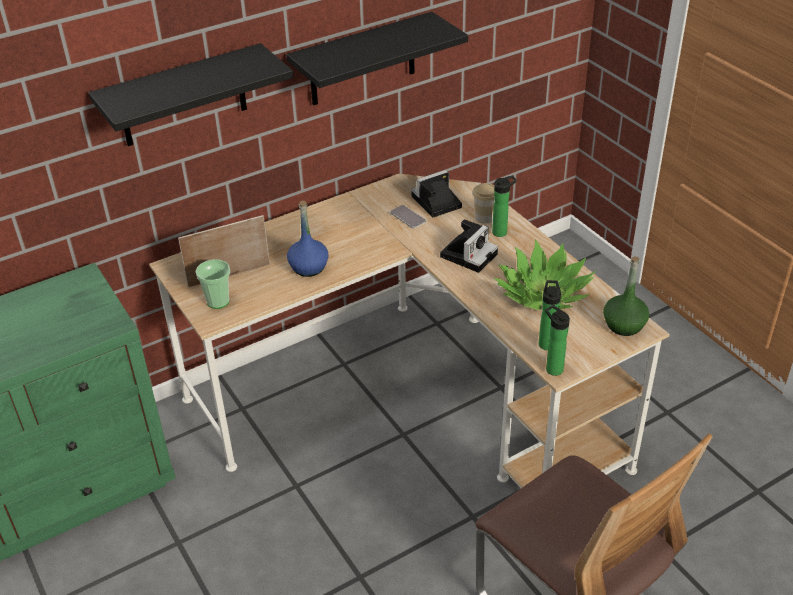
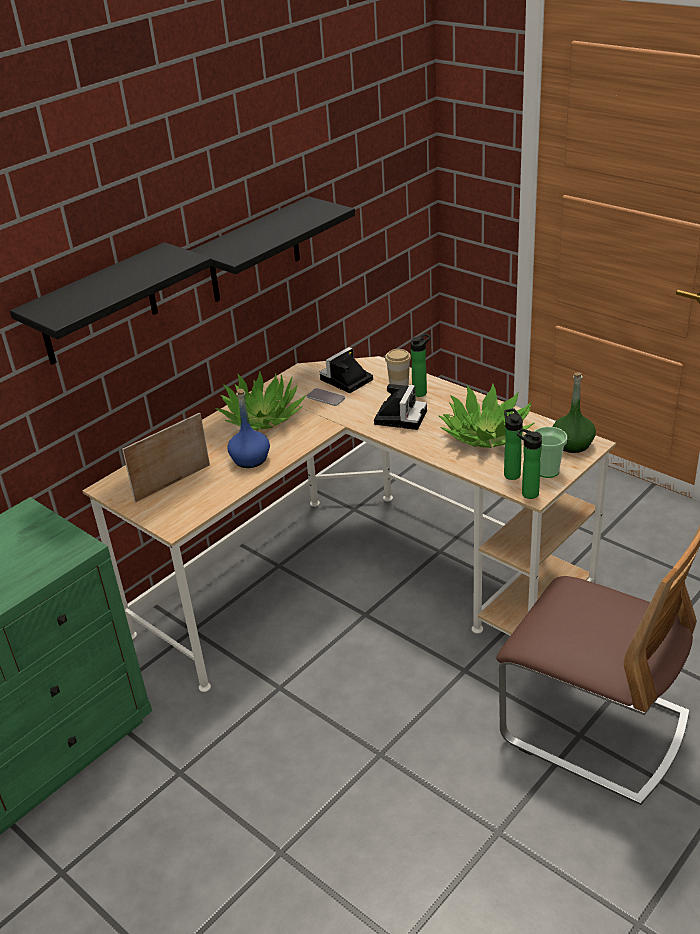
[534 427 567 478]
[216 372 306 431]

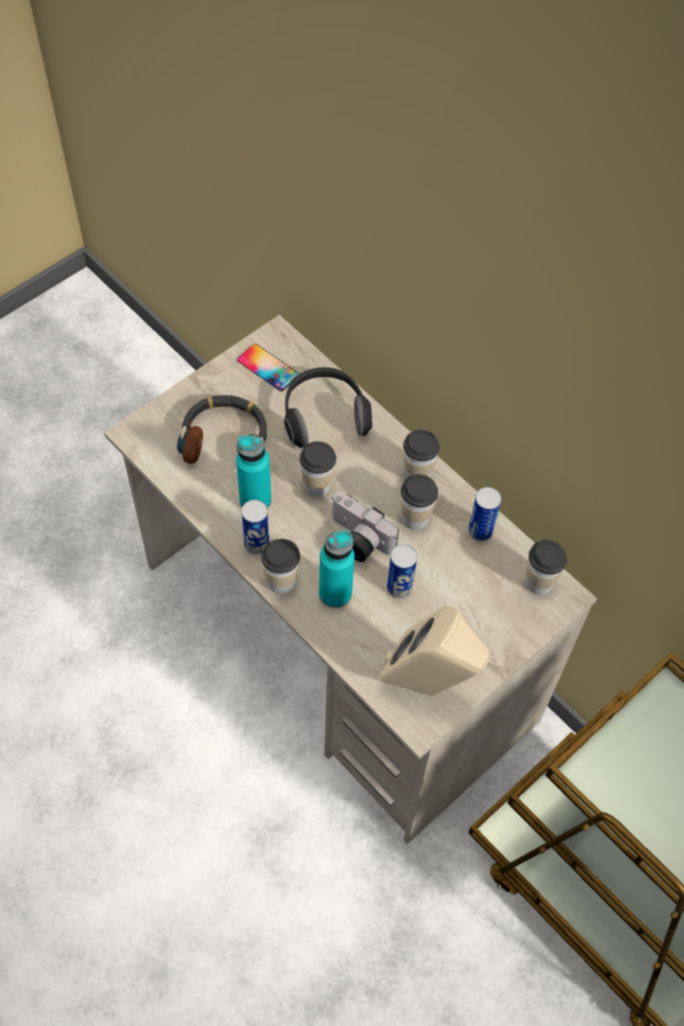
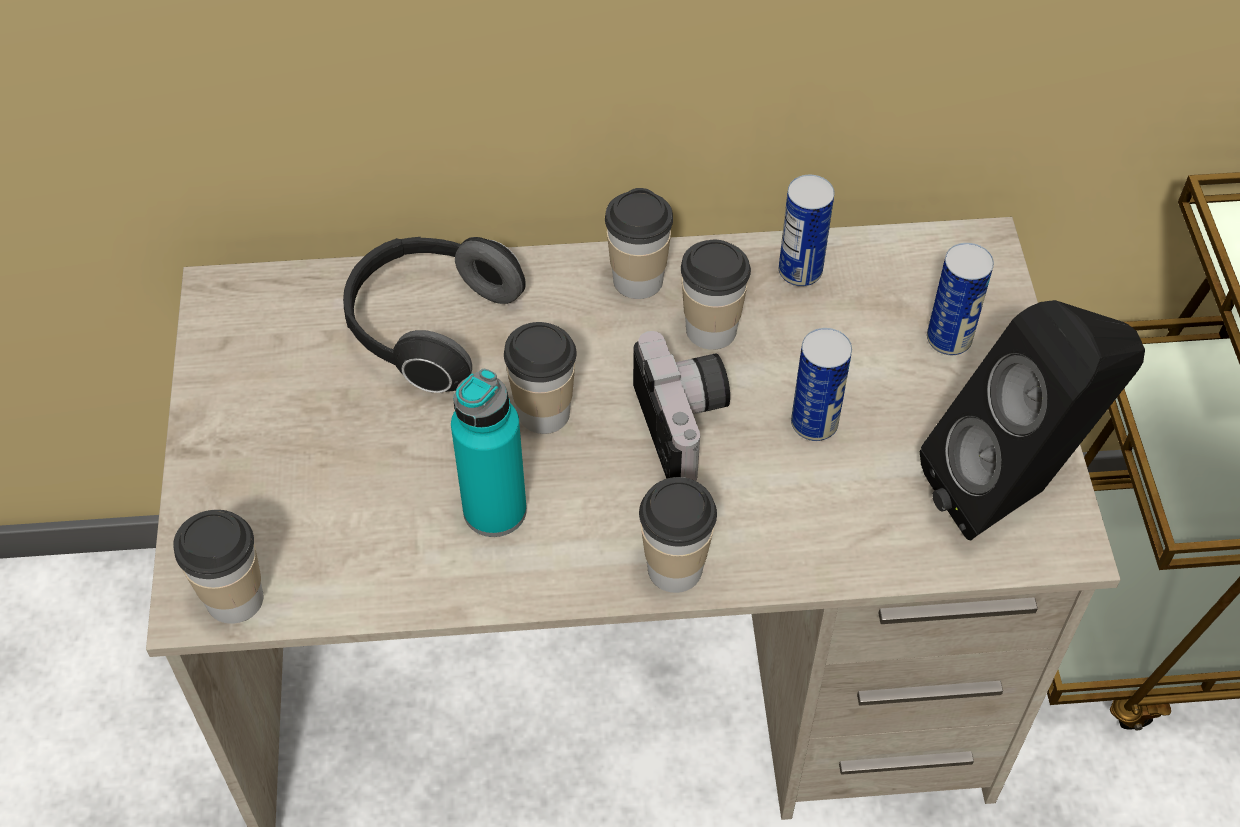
[177 395 267 464] (first image)
[237 344 299 391] (first image)
[927 243 994 355]
[319 530 355 608] (first image)
[633 331 730 481]
[920 300 1145 541]
[173 510 263 624]

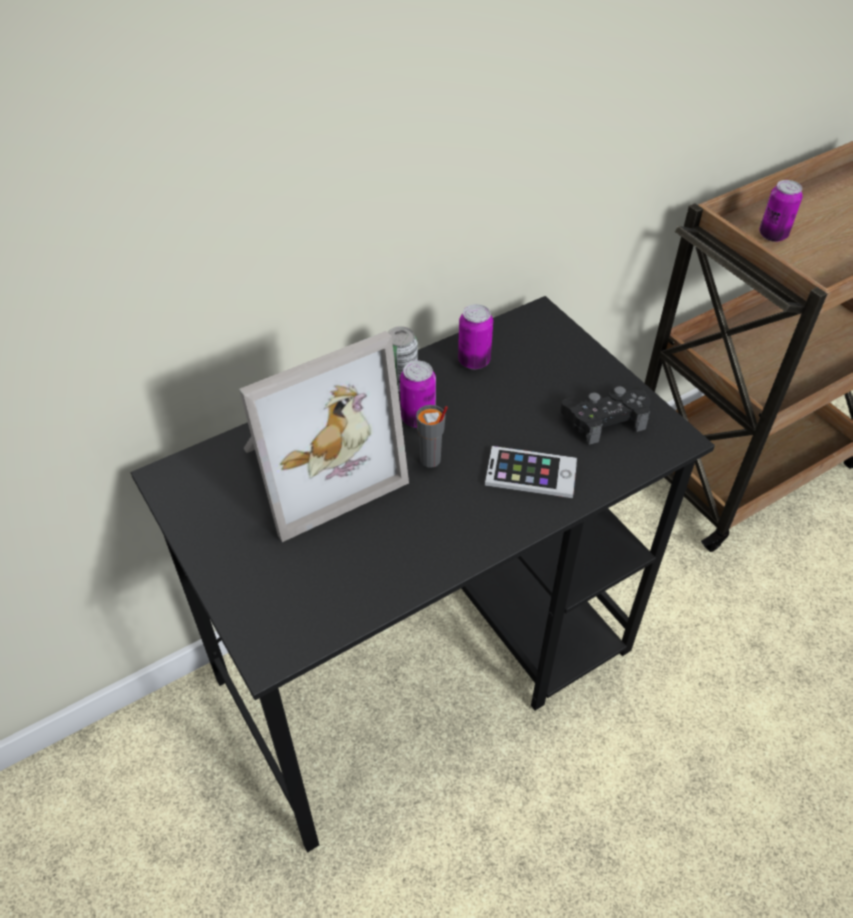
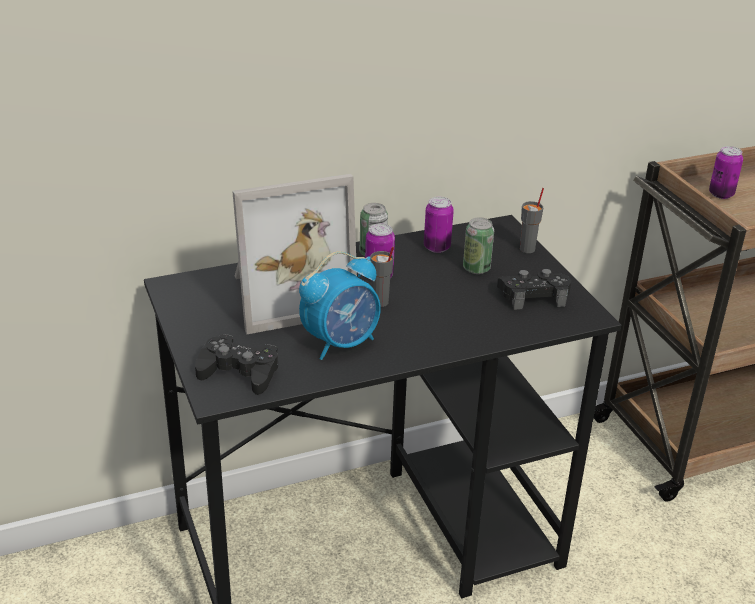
[485 446 577 498] (first image)
[195 334 278 395]
[299 251 381 360]
[463 217 494 274]
[520 188 544 253]

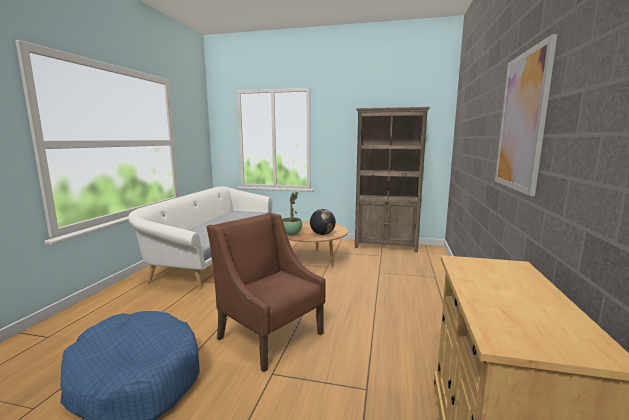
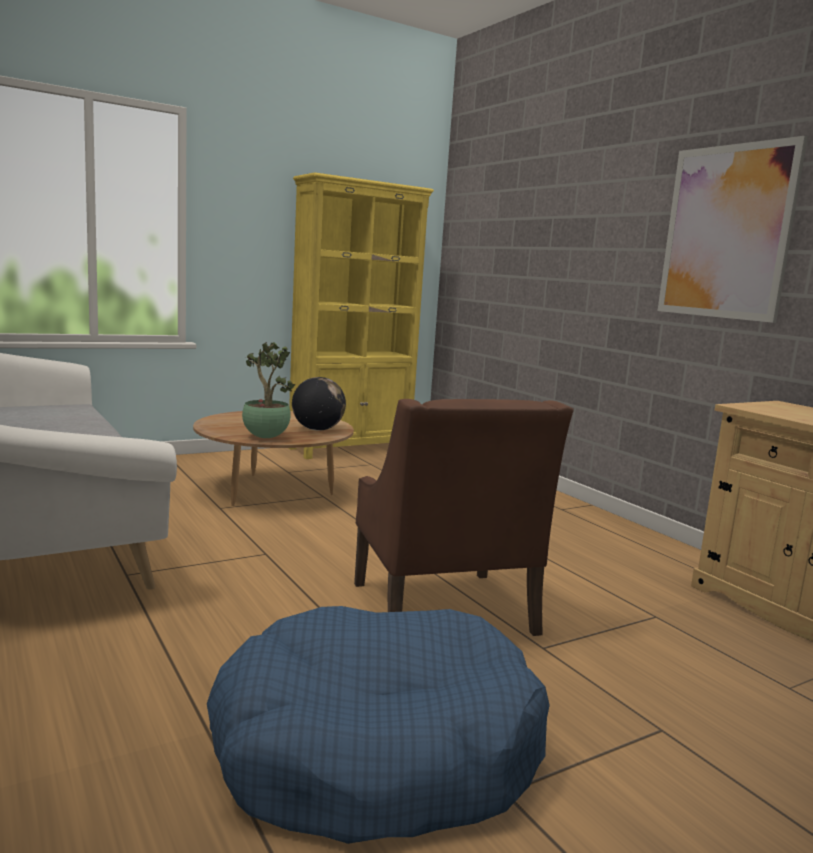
[354 399 574 636]
[289 173 434 459]

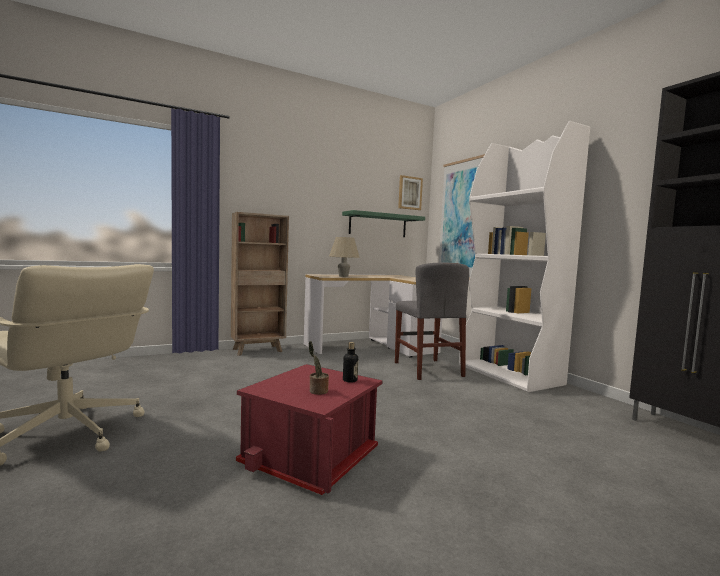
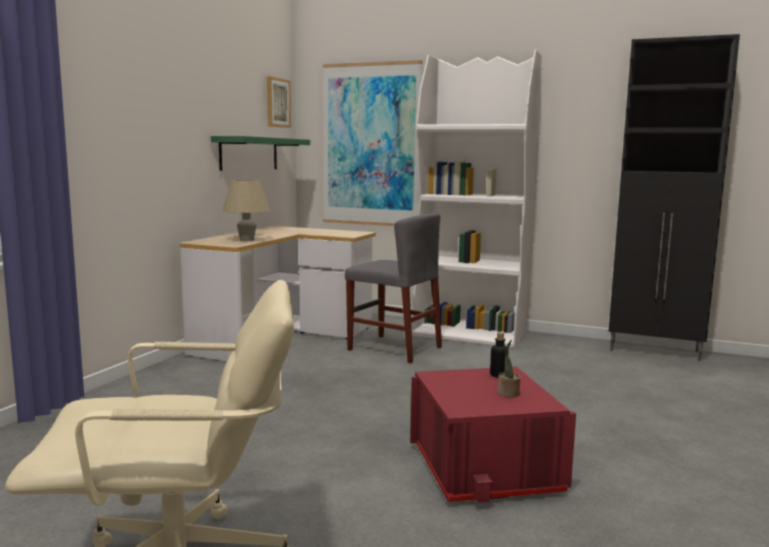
[231 212 289 356] (first image)

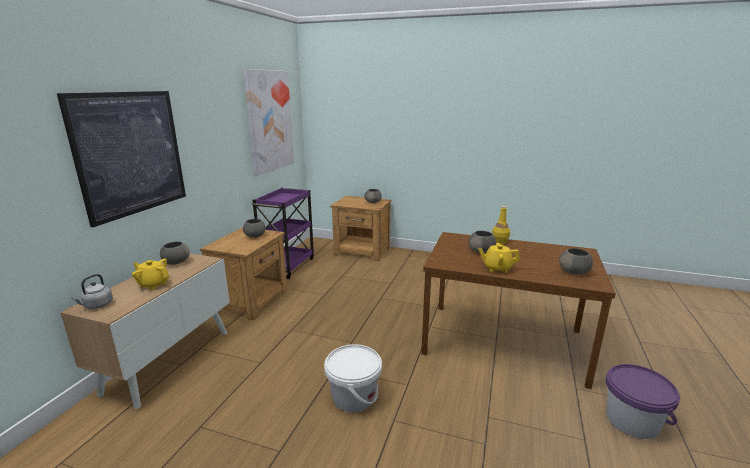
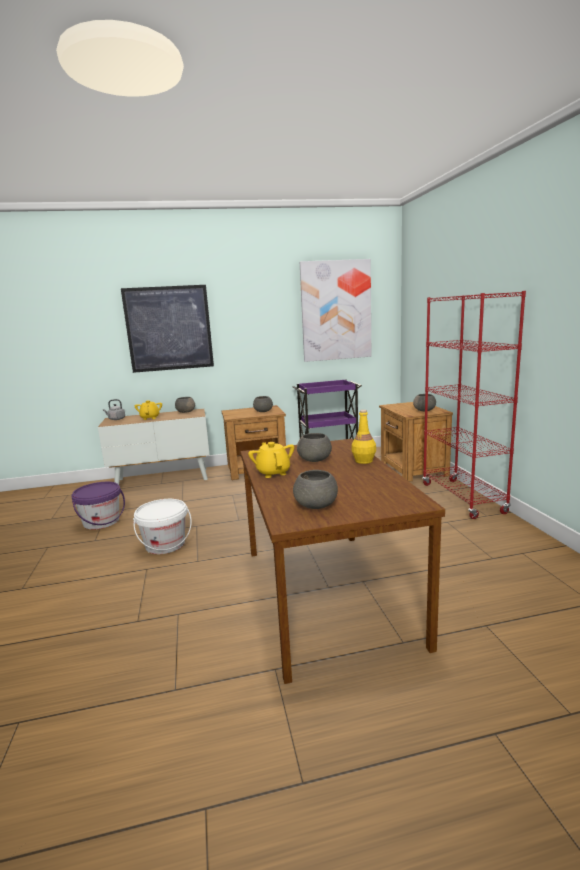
[71 482 125 530]
[422 291 526 519]

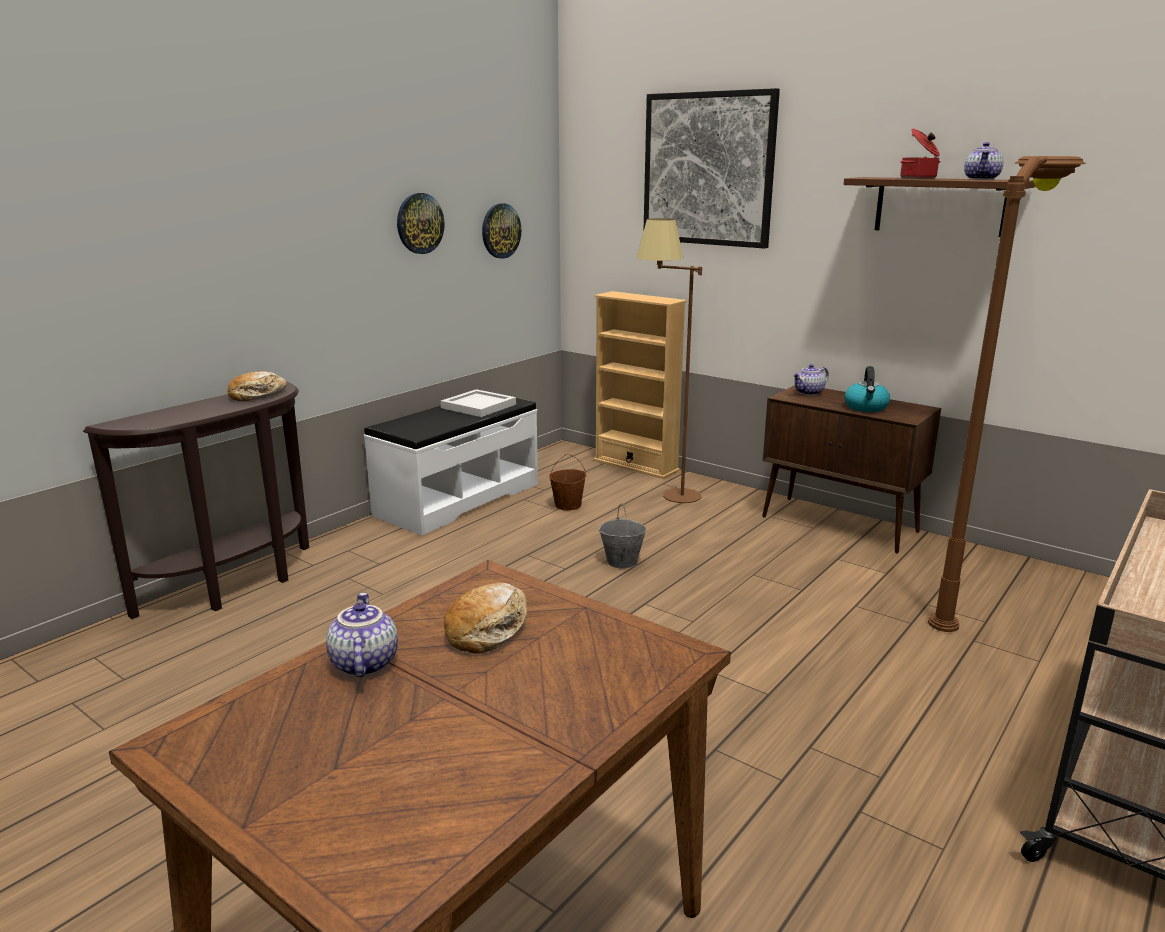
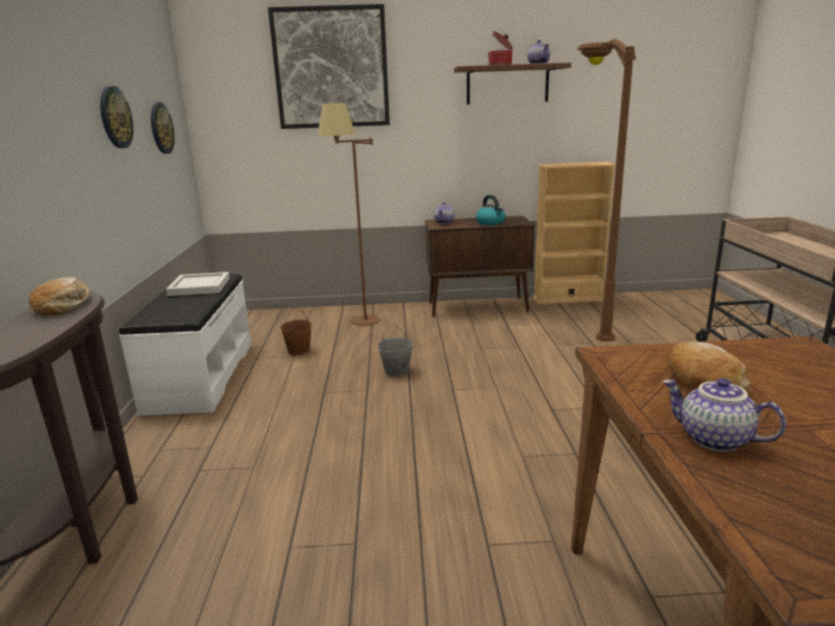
[533 162 616 304]

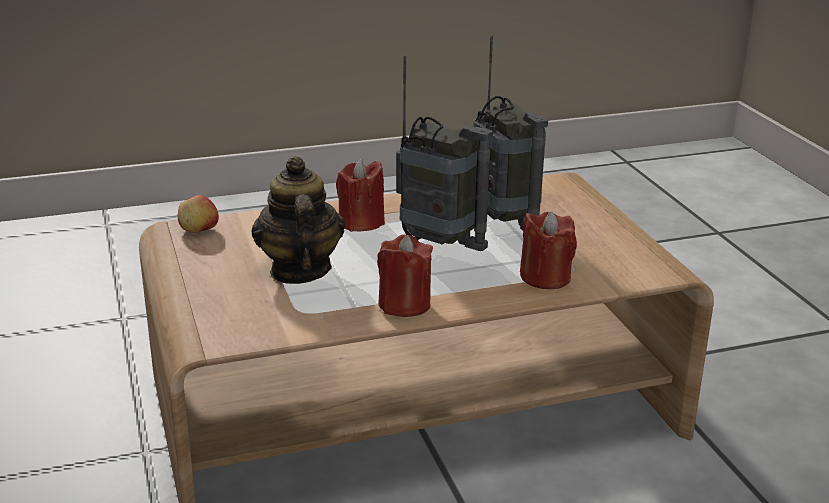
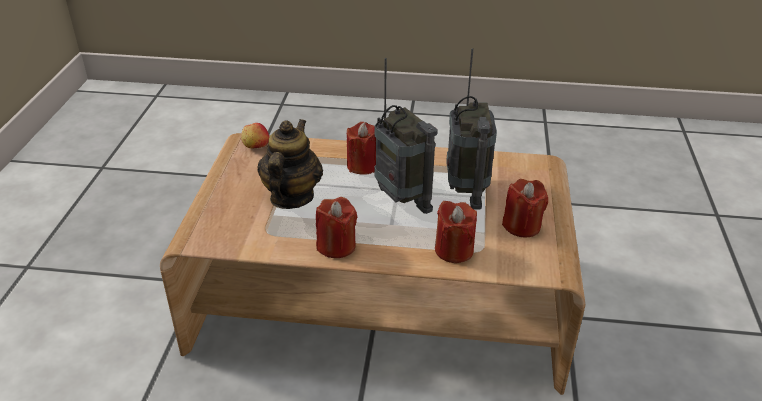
[502 179 548 238]

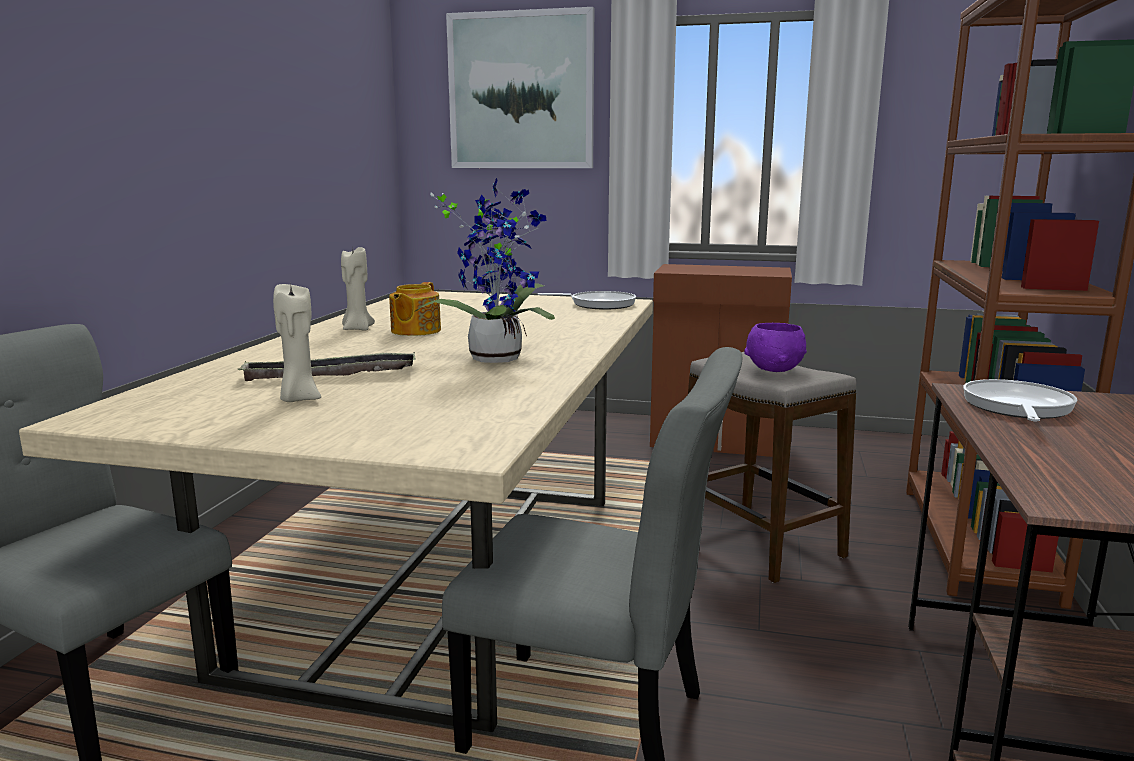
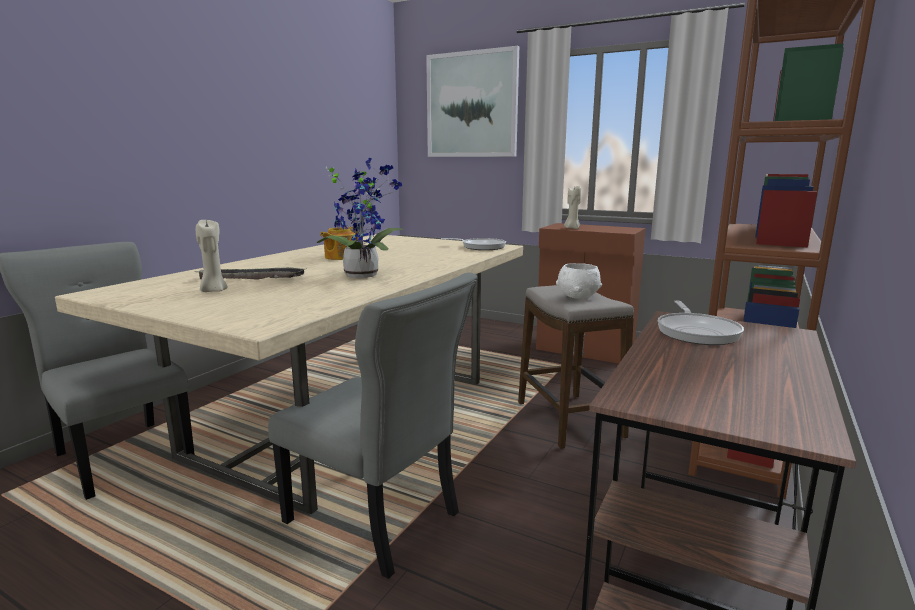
[564 186 581 229]
[556 263 602 299]
[658 300 744 345]

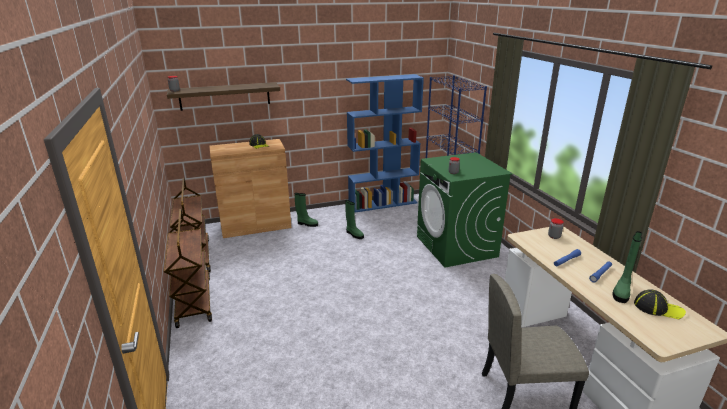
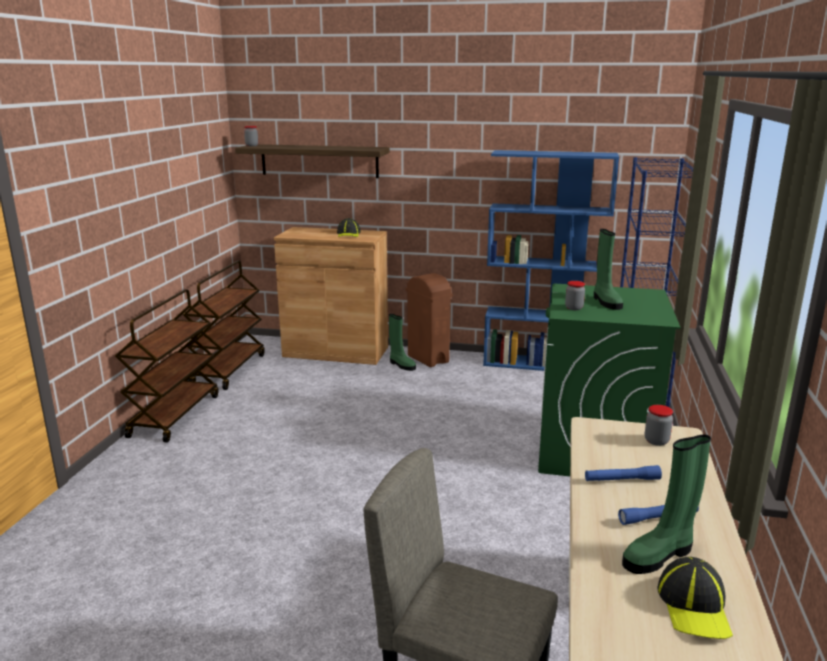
[594 229 623 310]
[657 557 733 639]
[405 273 453 367]

